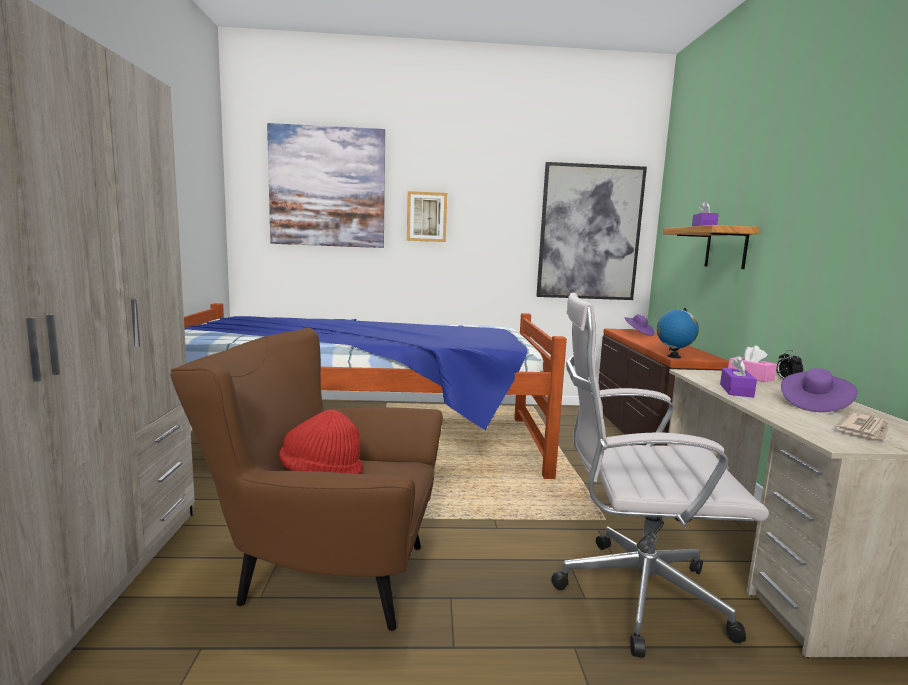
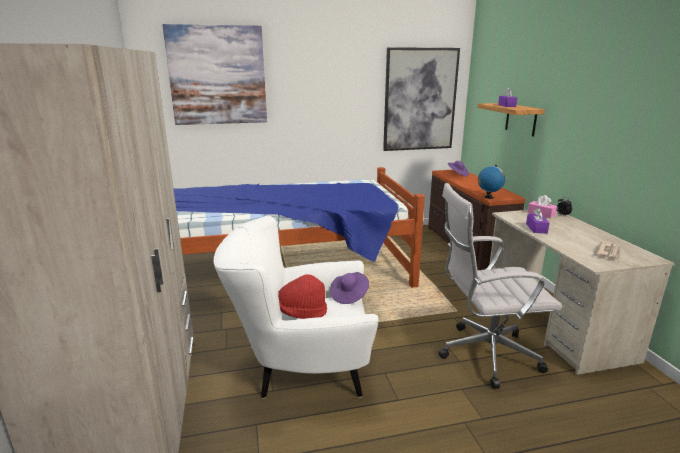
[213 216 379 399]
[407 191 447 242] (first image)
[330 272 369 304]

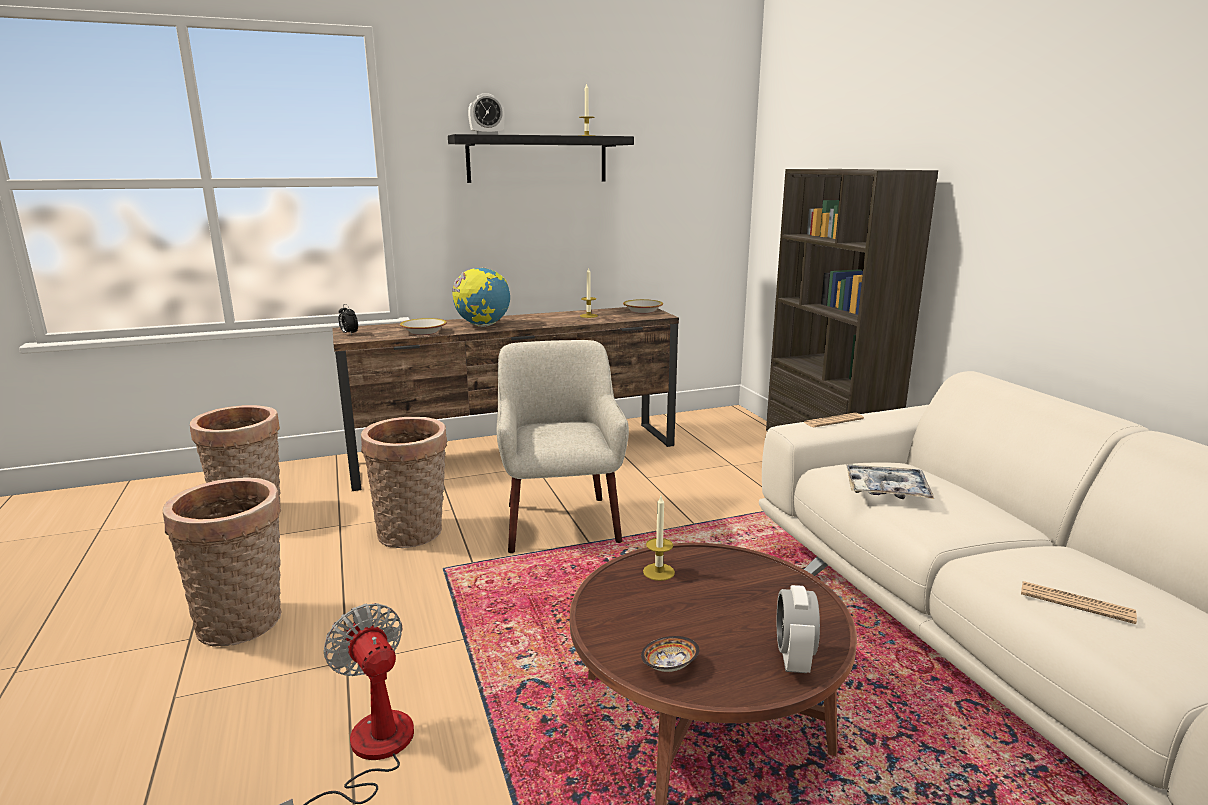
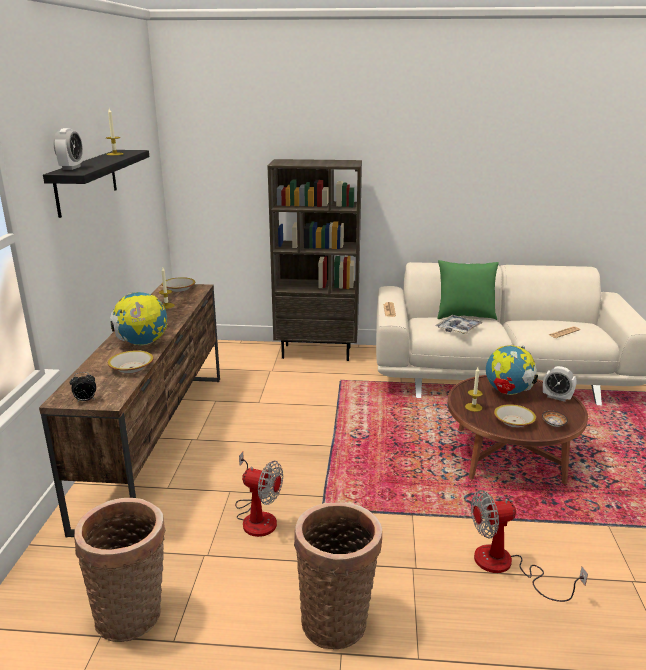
[235 452 283 537]
[497 340 629 553] (first image)
[437 260 499 320]
[486 345 538 395]
[494 404 536 428]

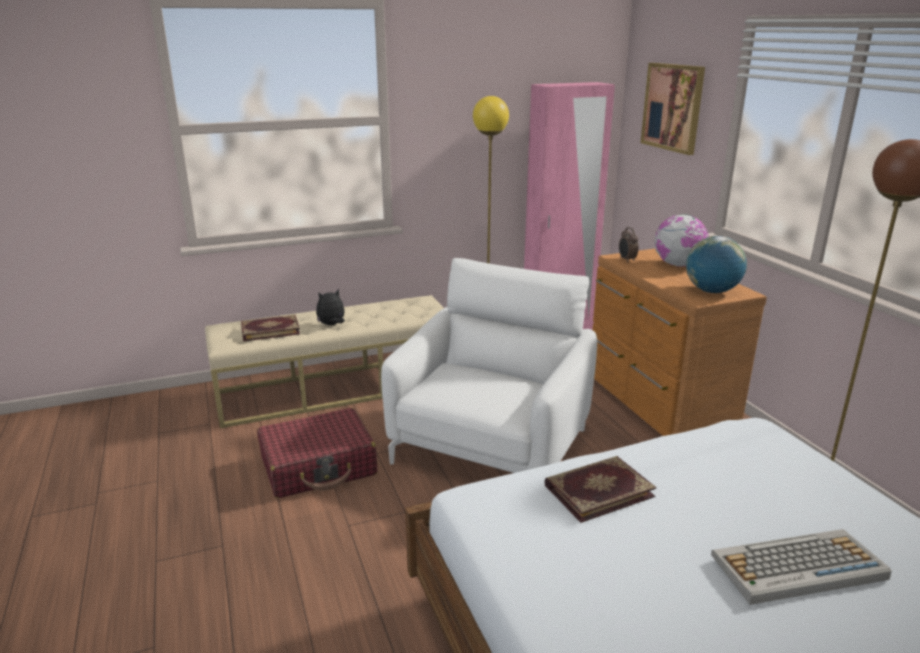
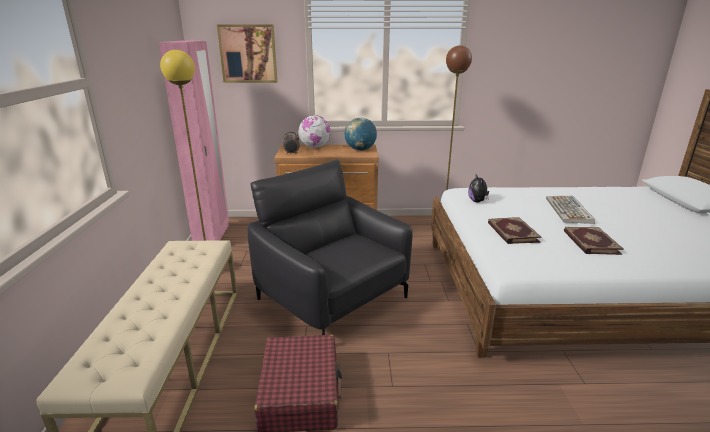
[564 227 624 255]
[468 174 489 202]
[247 159 413 335]

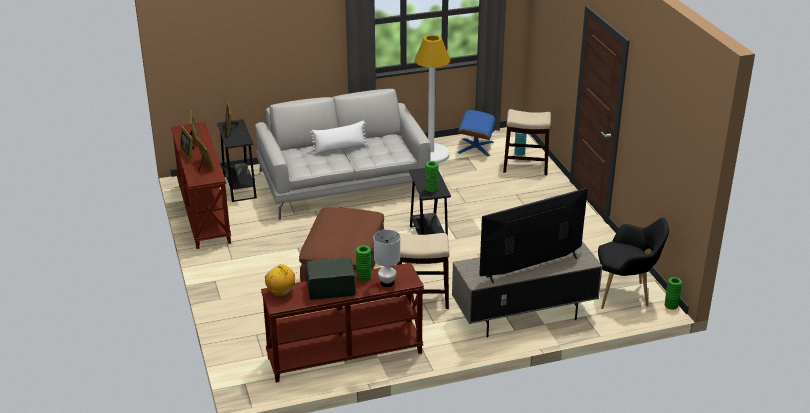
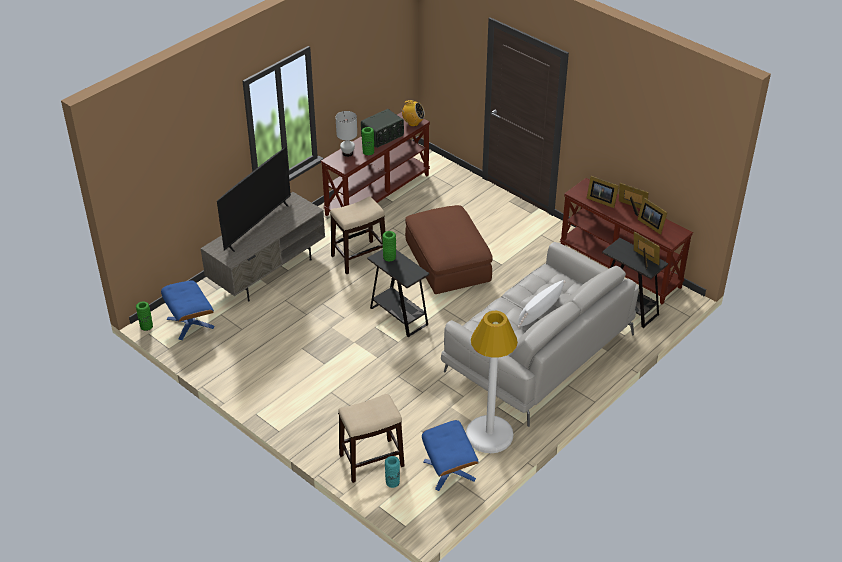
[161 280 215 340]

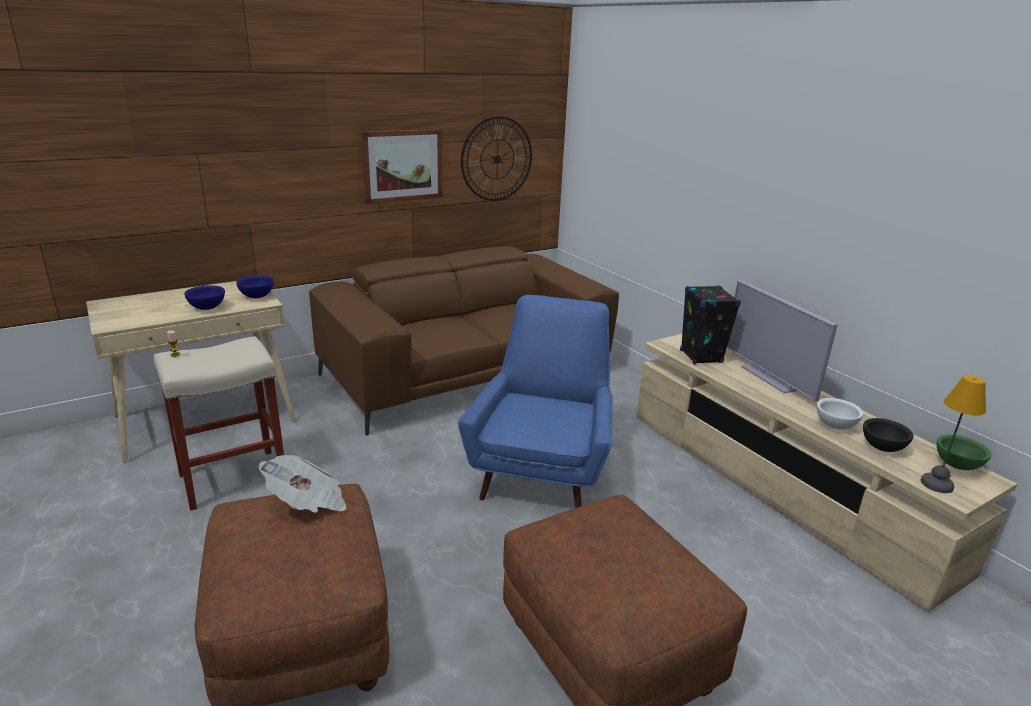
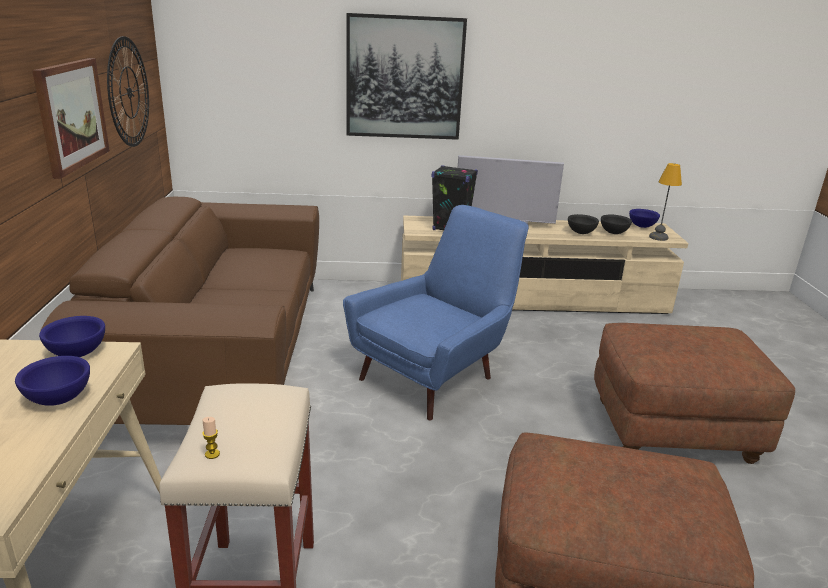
[259 455 347 513] (first image)
[343 205 529 421]
[568 214 599 234]
[629 209 660 228]
[346 13 467 140]

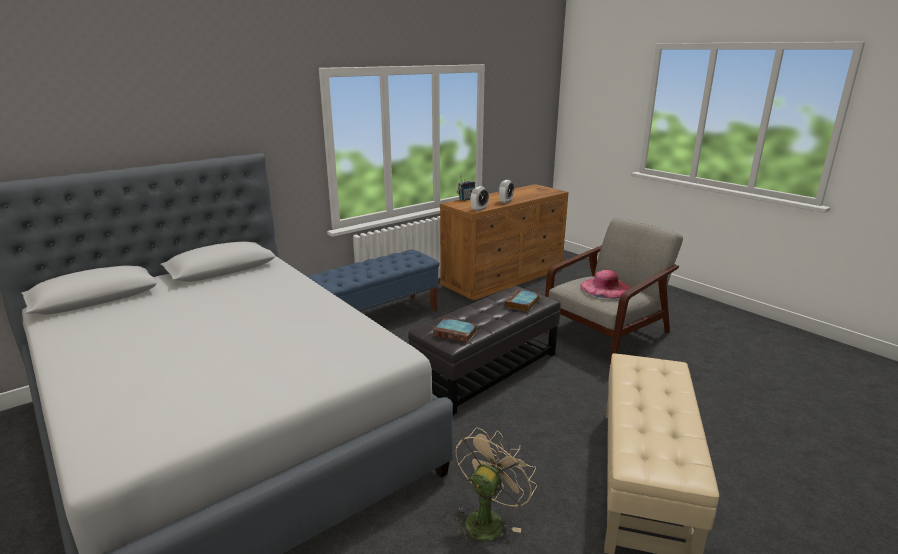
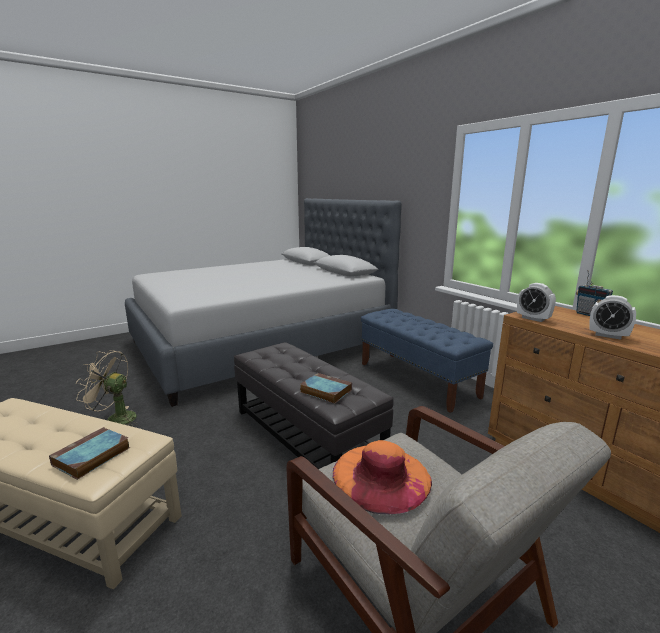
[49 427 130 480]
[76 350 138 426]
[332 440 432 514]

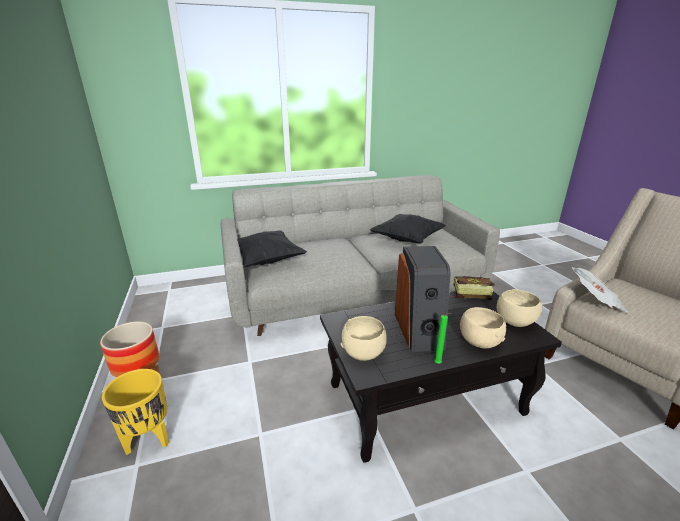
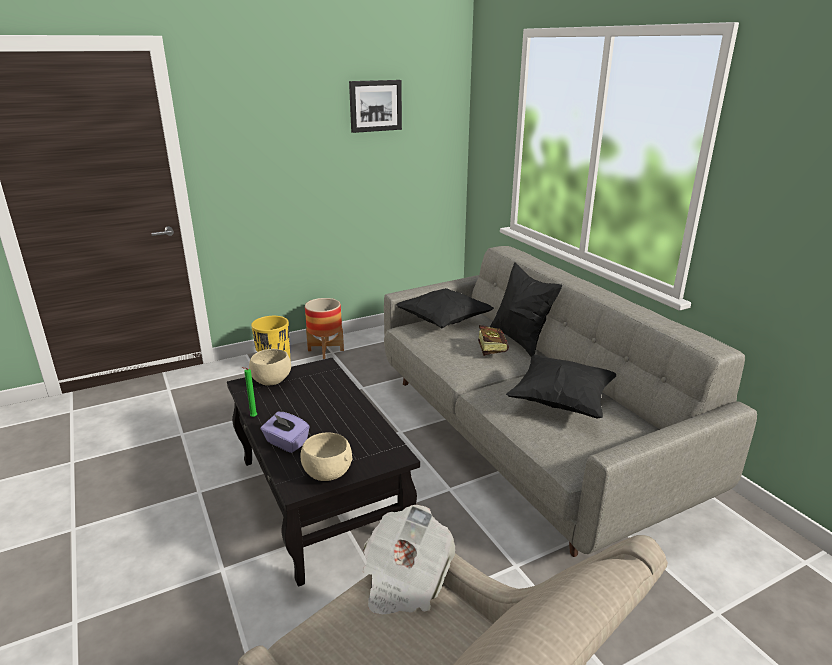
[395 246 450 352] (first image)
[478 325 509 356]
[261 412 310 453]
[349 80 402 133]
[490 263 562 357]

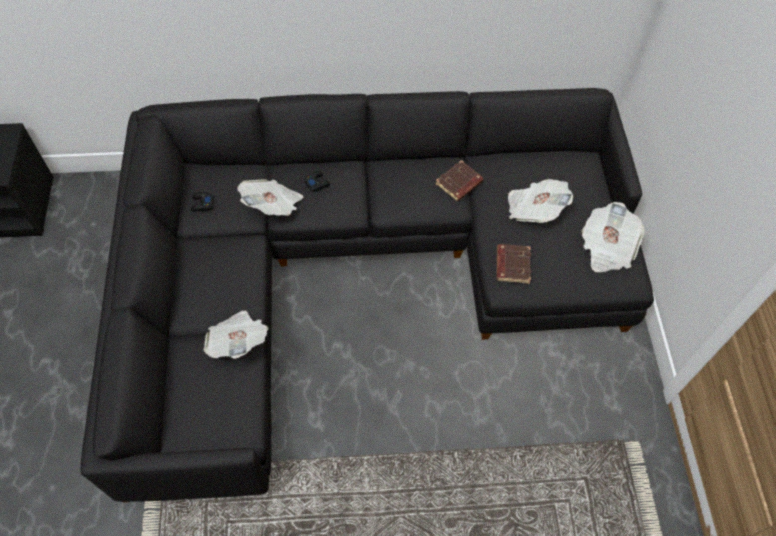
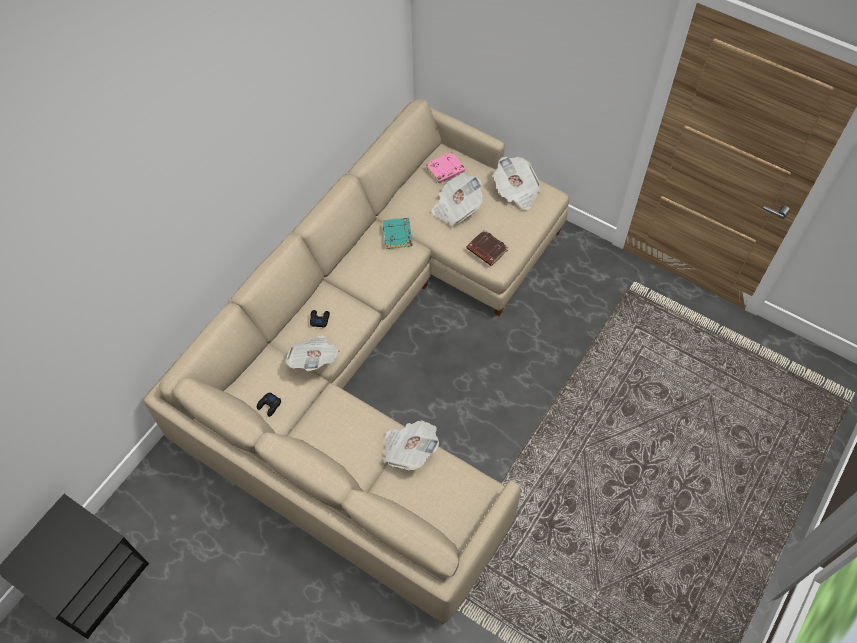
[143 99 569 624]
[383 218 412 249]
[426 152 465 183]

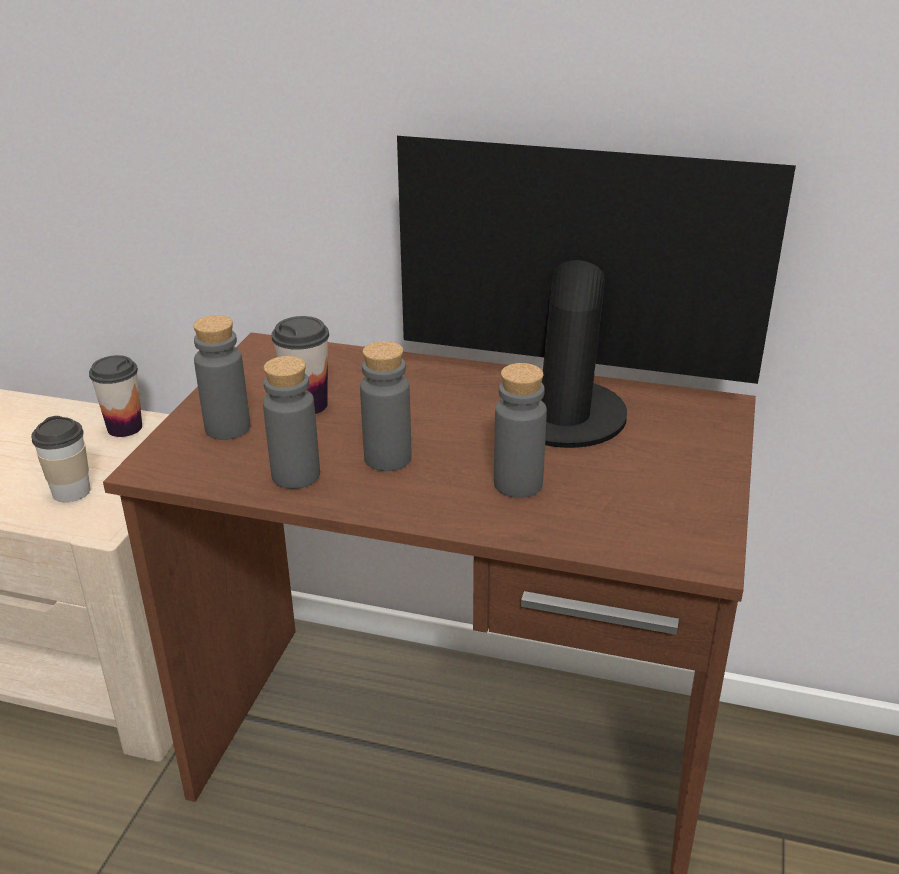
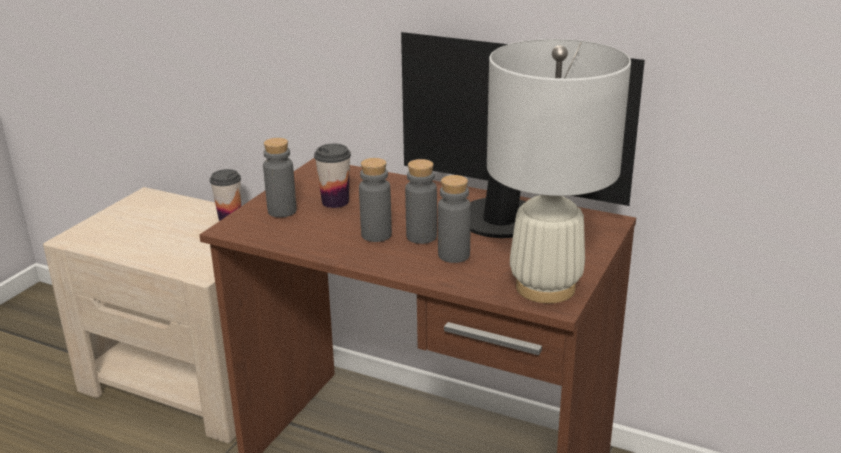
[31 416 90 502] (first image)
[405 159 437 244]
[487 39 631 303]

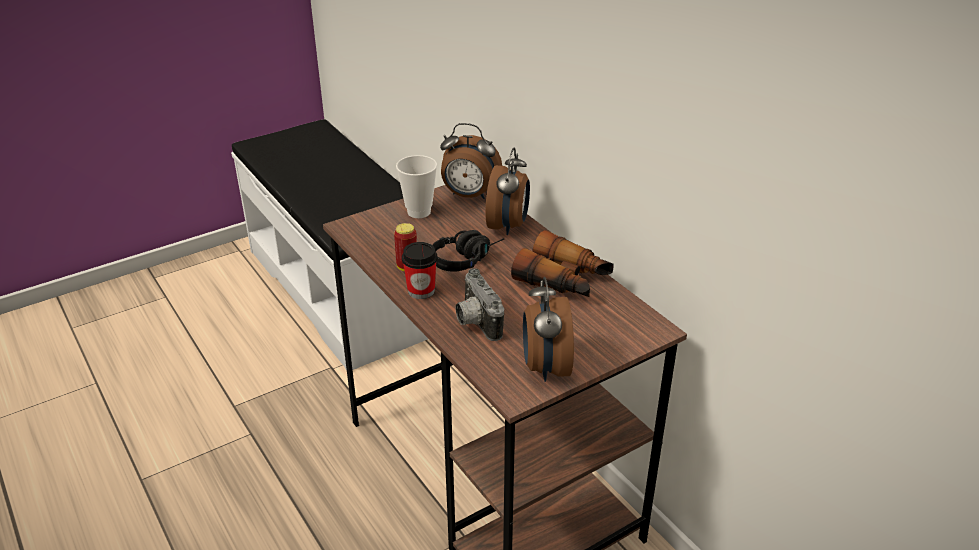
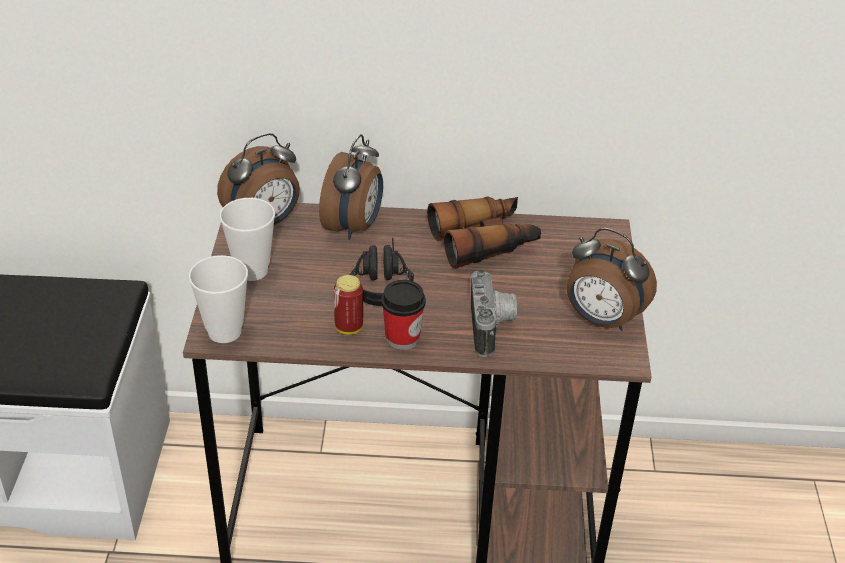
[471 269 517 357]
[319 134 383 240]
[189 255 248 343]

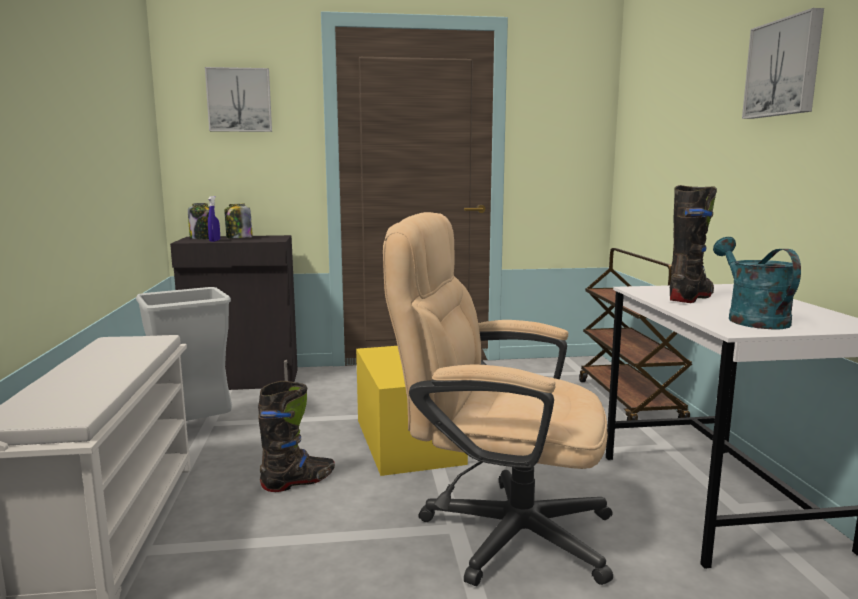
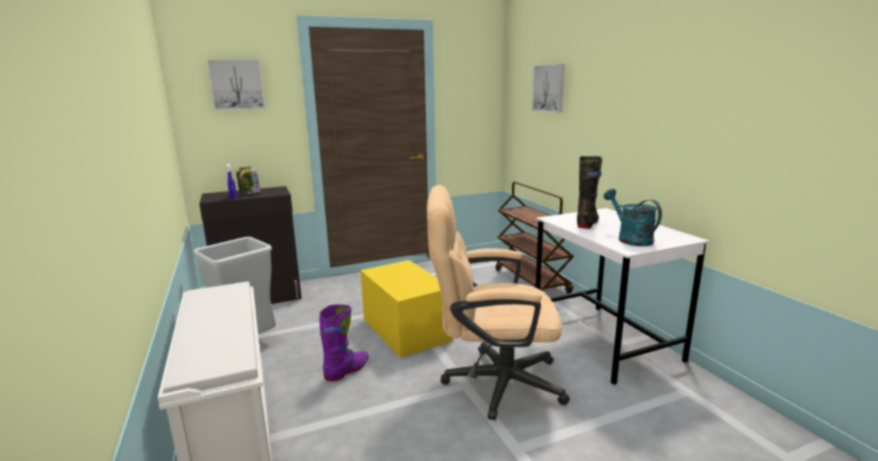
[188 203 209 239] (first image)
[319 305 369 381]
[532 64 565 112]

